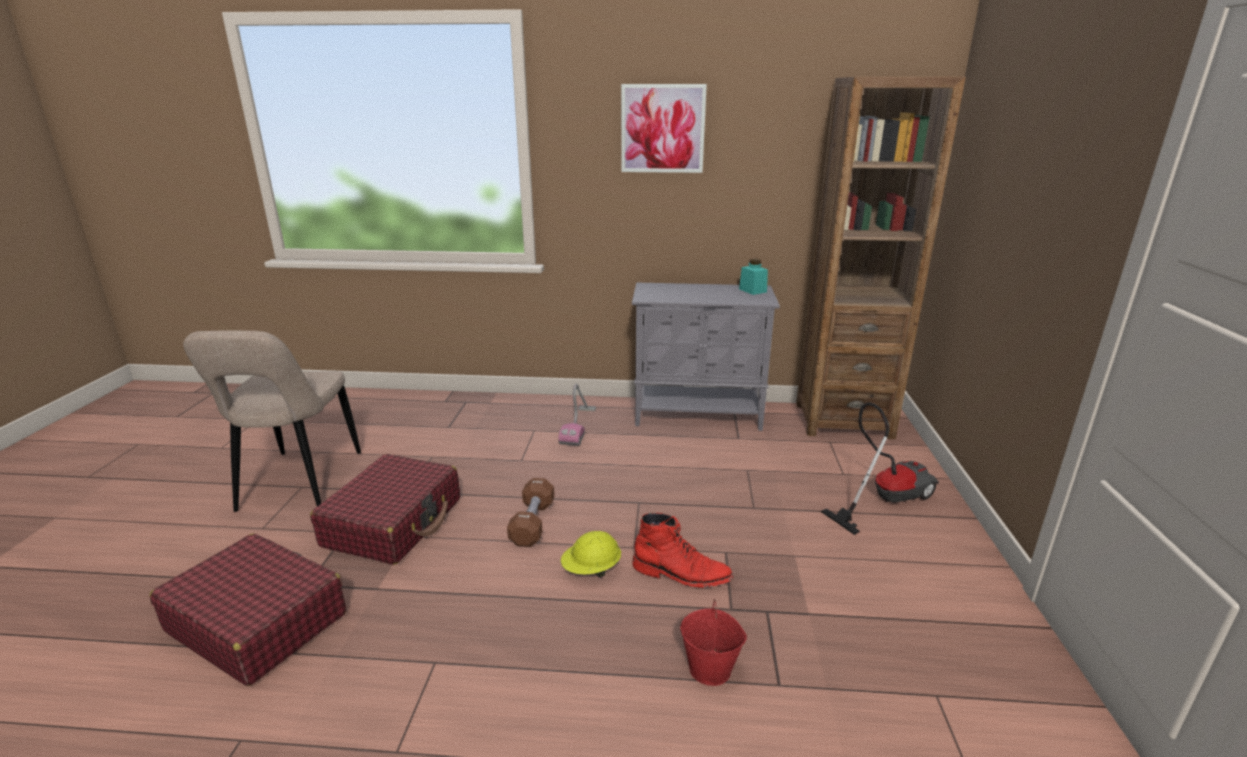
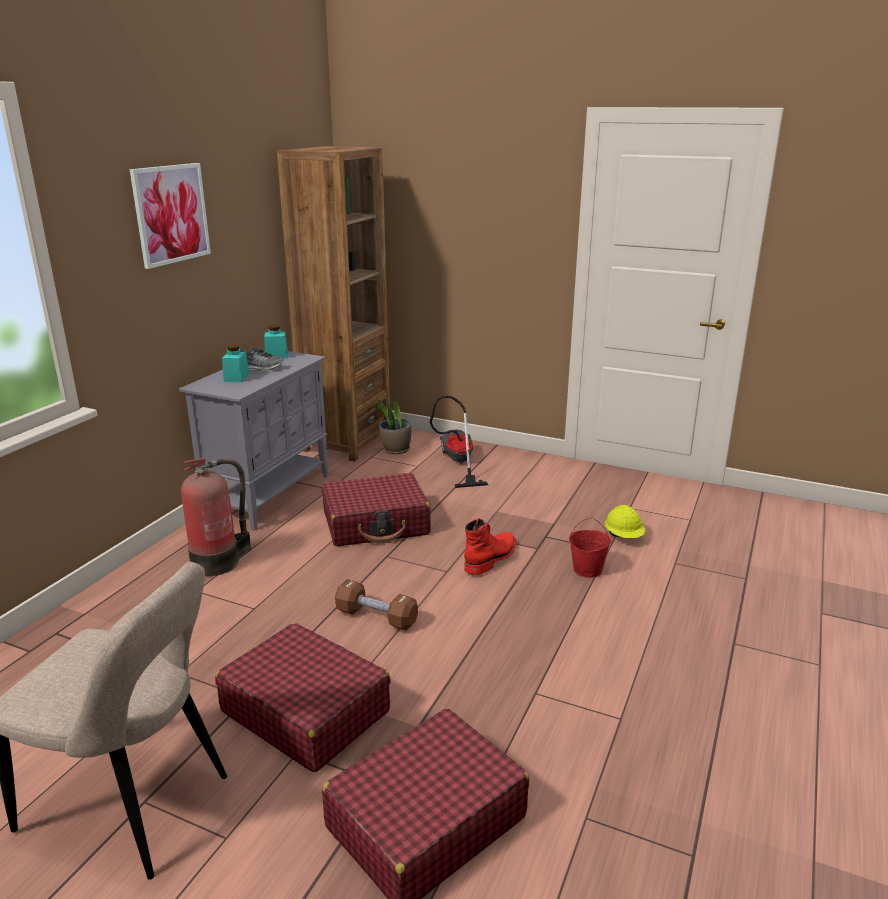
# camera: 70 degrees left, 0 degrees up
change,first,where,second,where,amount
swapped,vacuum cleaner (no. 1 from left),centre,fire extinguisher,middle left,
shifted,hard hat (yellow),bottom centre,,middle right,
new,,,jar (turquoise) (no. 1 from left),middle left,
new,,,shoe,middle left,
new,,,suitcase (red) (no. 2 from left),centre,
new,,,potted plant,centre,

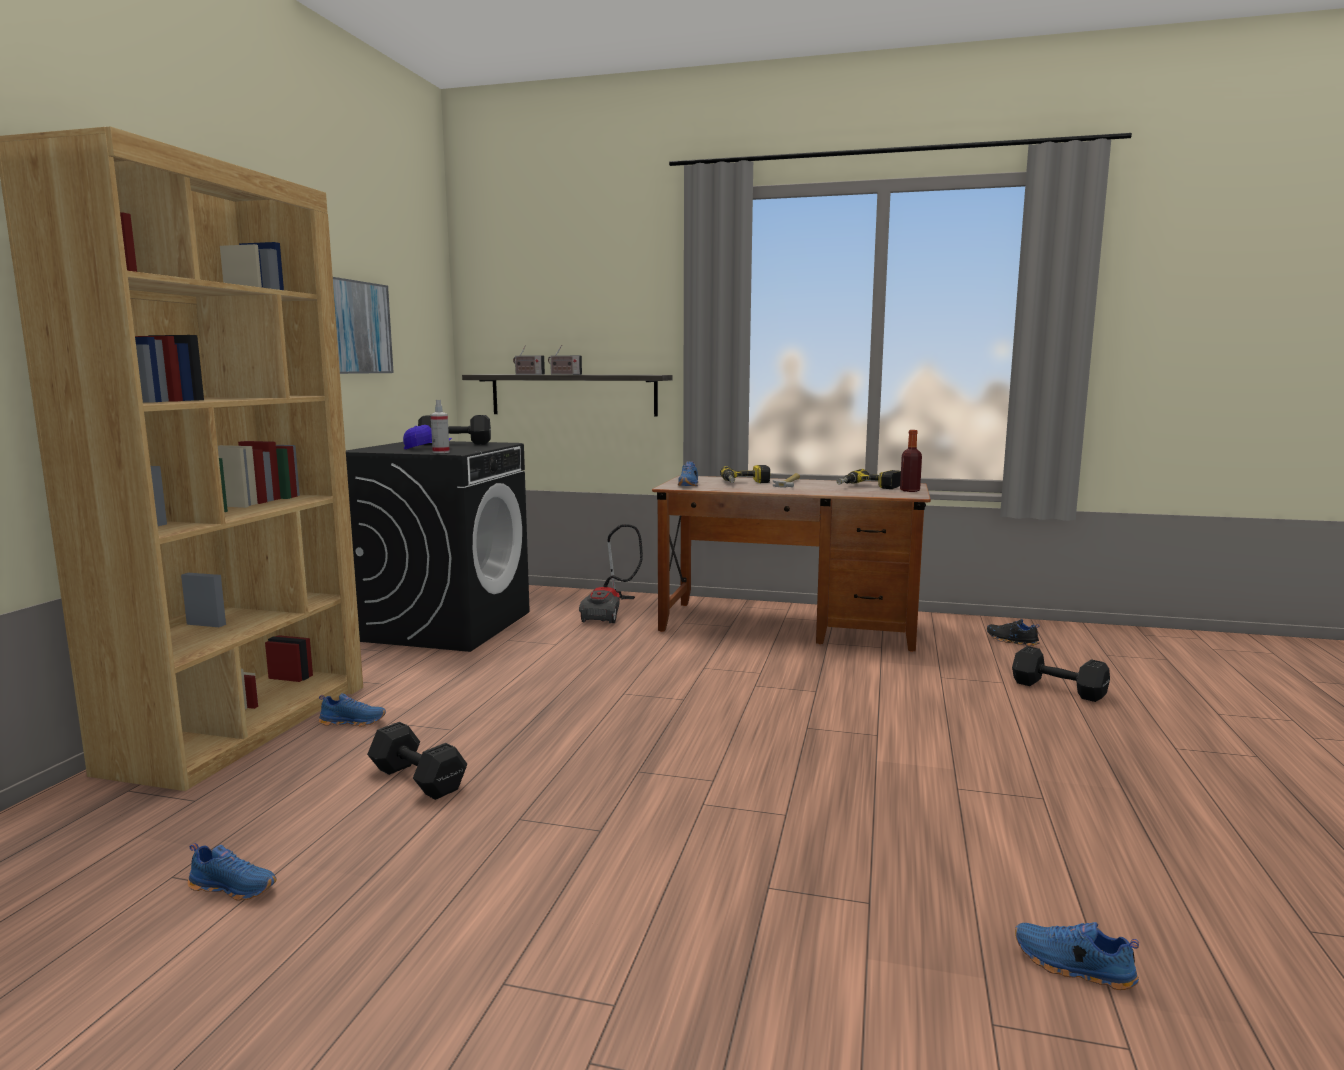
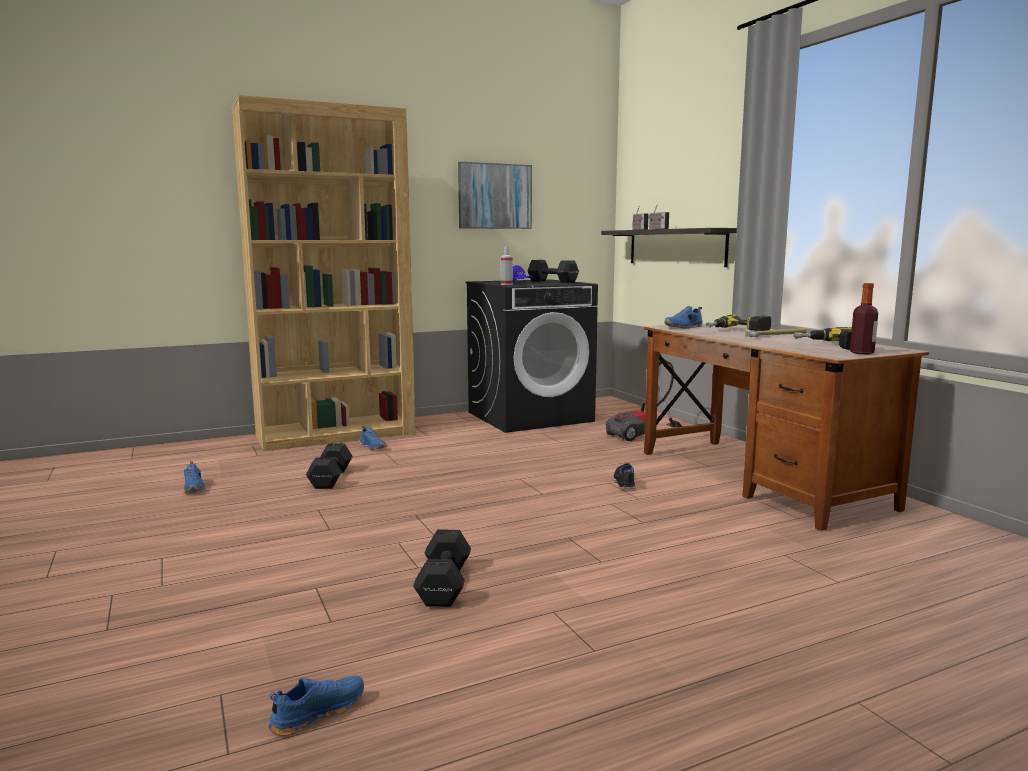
# camera: 50 degrees right, 0 degrees up
change,first,where,second,where,amount
shifted,shoe (black),middle right,,centre,
shifted,dumbbell (black) (no. 3 from left in the first image),middle right,dumbbell (black) (no. 2 from left),bottom centre,
rotated,shoe (blue) (no. 4 from left in the first image),bottom right,shoe (blue) (no. 2 from left),bottom left,60 degrees clockwise

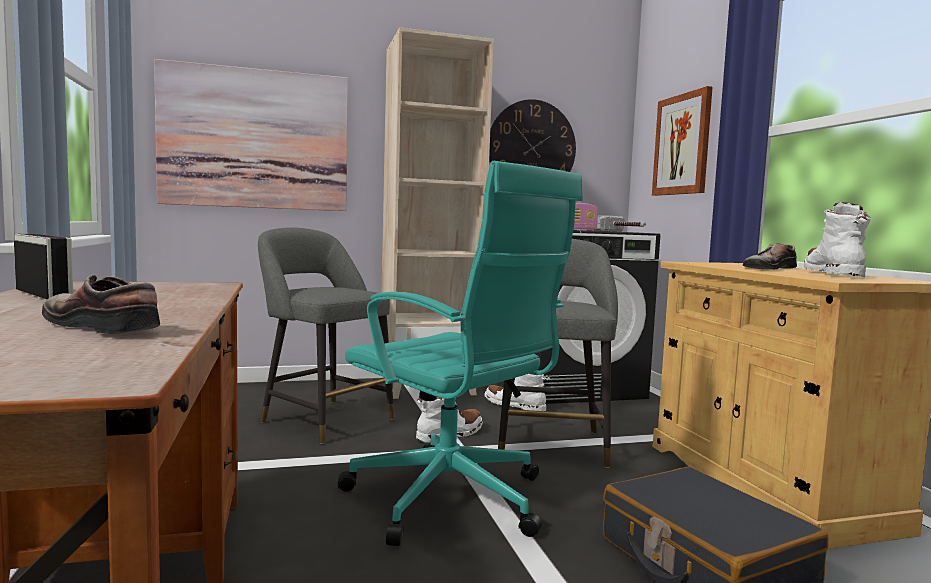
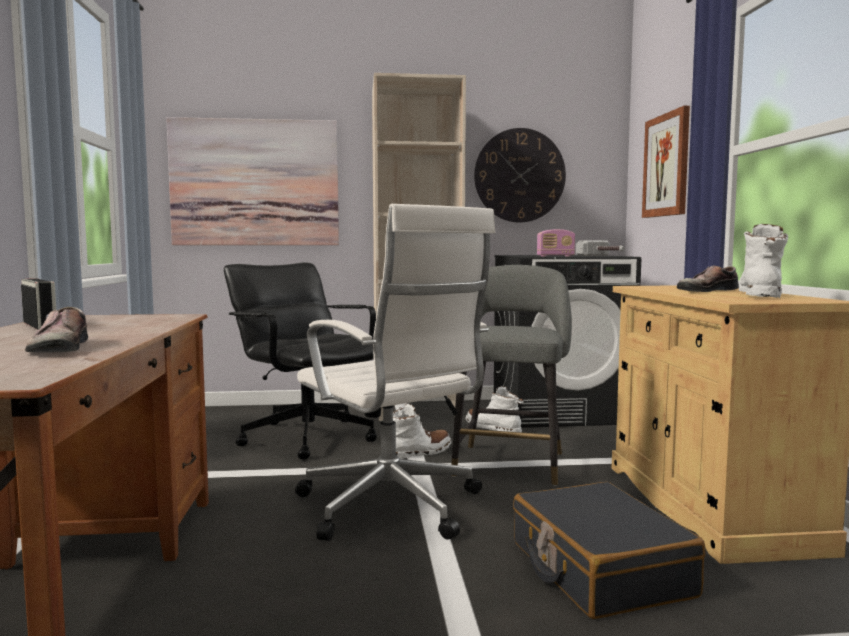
# camera: 10 degrees right, 0 degrees up
change,first,where,second,where,amount
rotated,shoe (no. 1 from left),middle left,,middle left,150 degrees counterclockwise
swapped,stool (grey) (no. 1 from left),centre,office chair (black),centre,
repainted,office chair (turquoise),centre,office chair (white),centre,

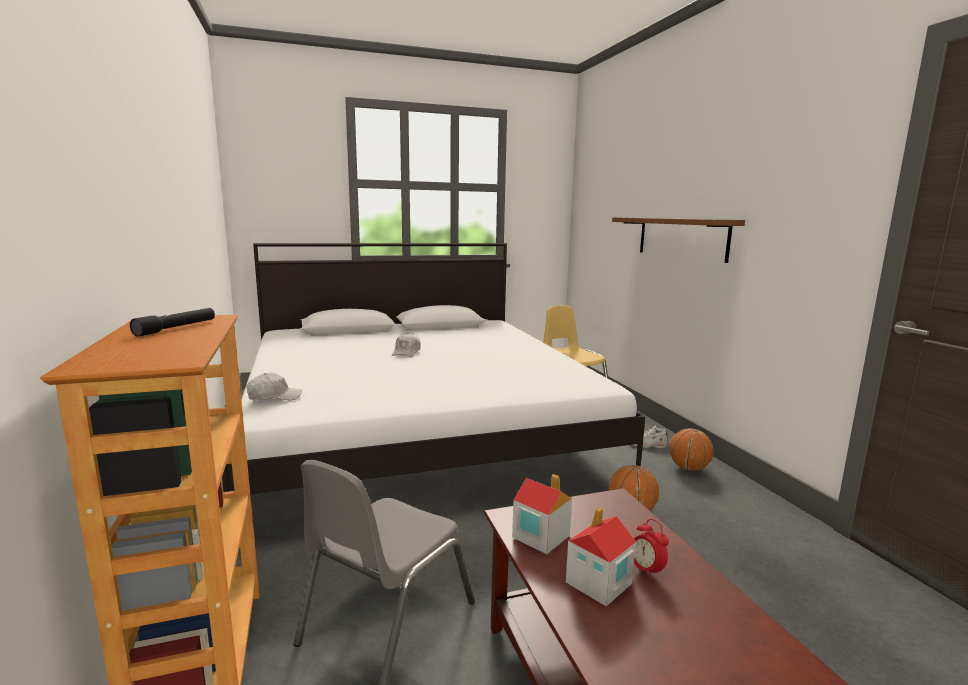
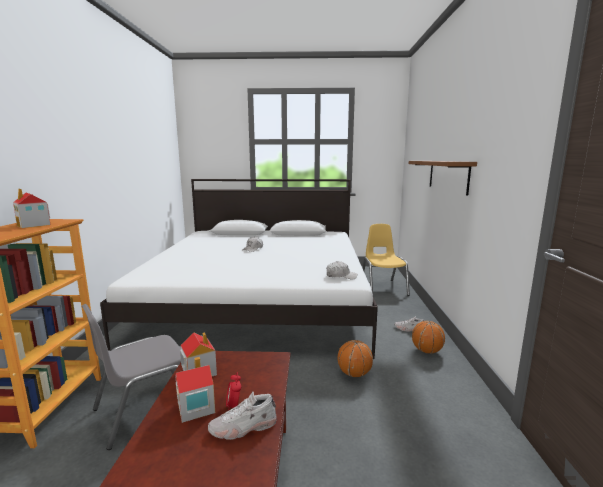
# camera: 20 degrees right, 0 degrees up
change,first,where,second,where,amount
swapped,flashlight (black),middle left,toy house (no. 1 from left),middle left,
shifted,cap (white) (no. 1 from left in the first image),middle left,cap (white) (no. 2 from left),centre,
new,,,shoe (white) (no. 1 from left),bottom centre,

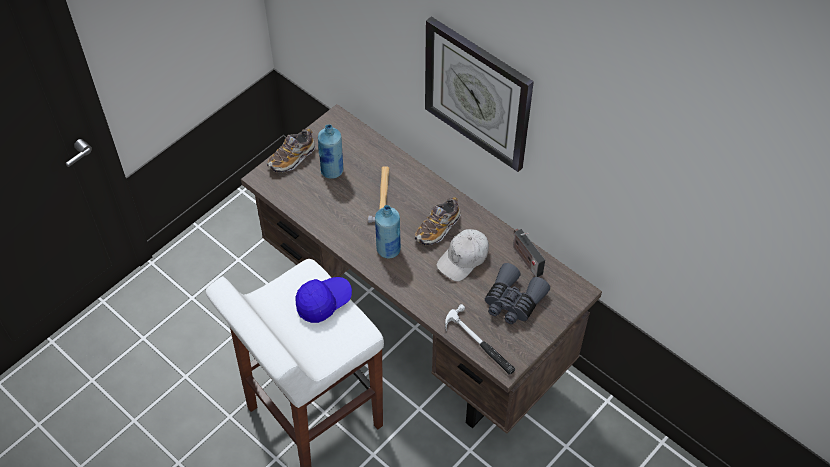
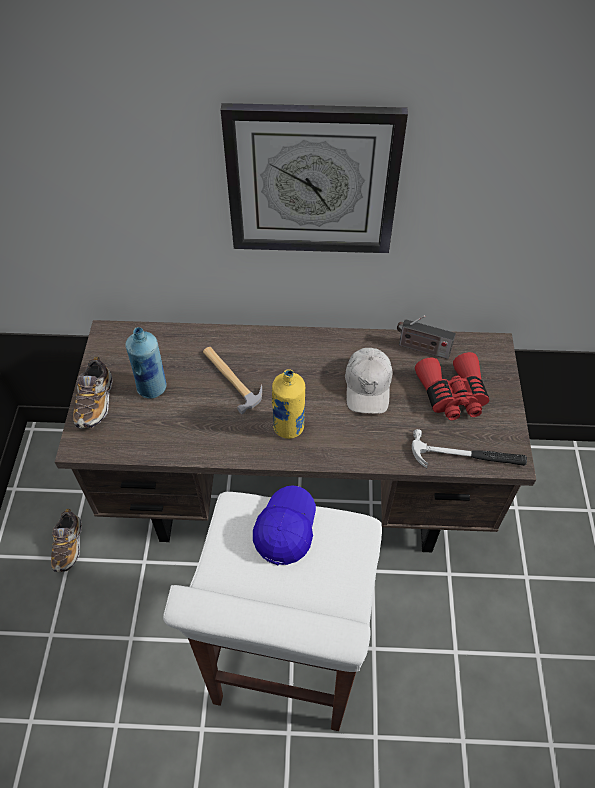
# camera: 40 degrees left, 0 degrees up
change,first,where,second,where,amount
repainted,bottle (blue) (no. 2 from left),centre,bottle (yellow),centre,
shifted,shoe (no. 2 from left in the first image),centre,shoe (no. 1 from left),bottom left,
repainted,binoculars (grey),centre,binoculars (red),middle right,

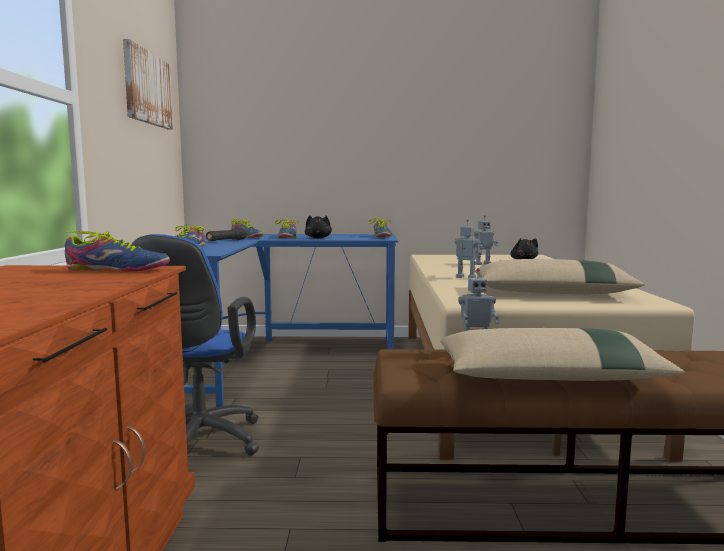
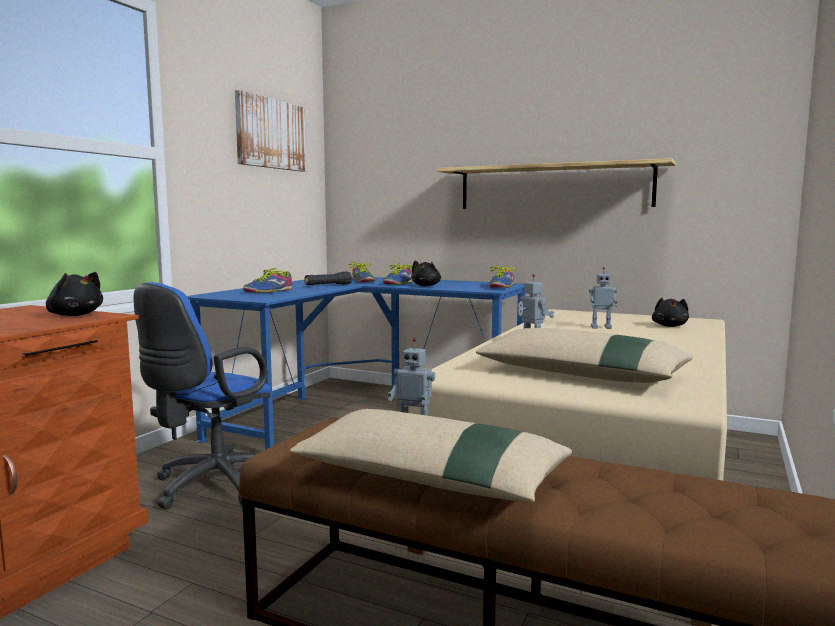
# camera: 25 degrees right, 0 degrees up
change,first,where,second,where,amount
swapped,shoe (no. 1 from left),middle left,plush toy (black) (no. 1 from left),middle left,
new,,,shelf,top centre,

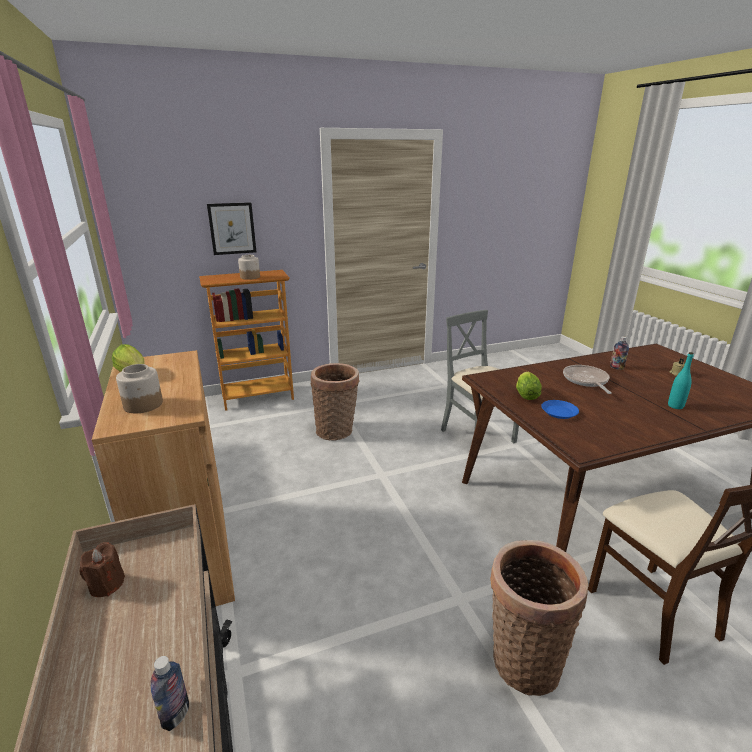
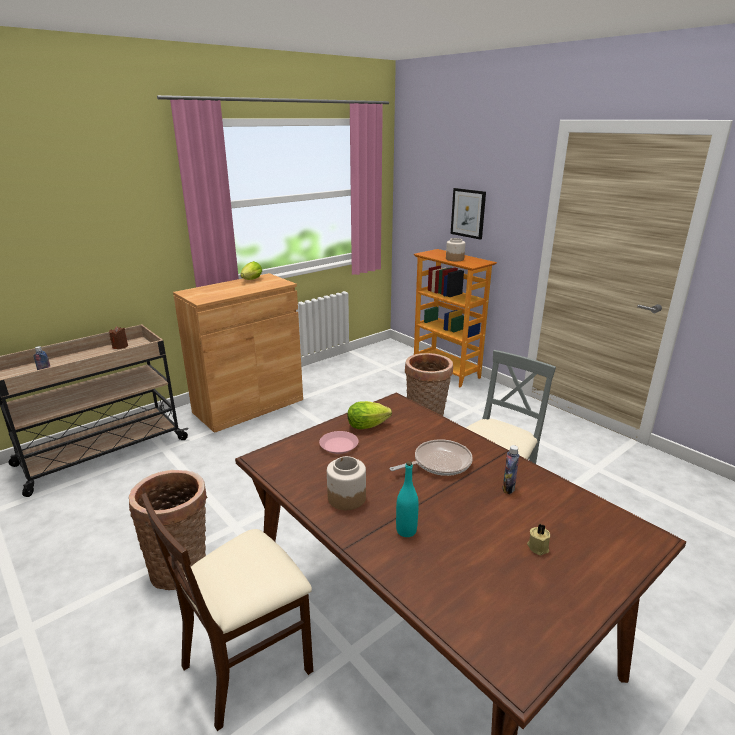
# camera: 70 degrees right, 0 degrees up
change,first,where,second,where,amount
shifted,jar (no. 1 from left),middle left,,centre,
repainted,plate (blue),middle right,plate (pink),centre,

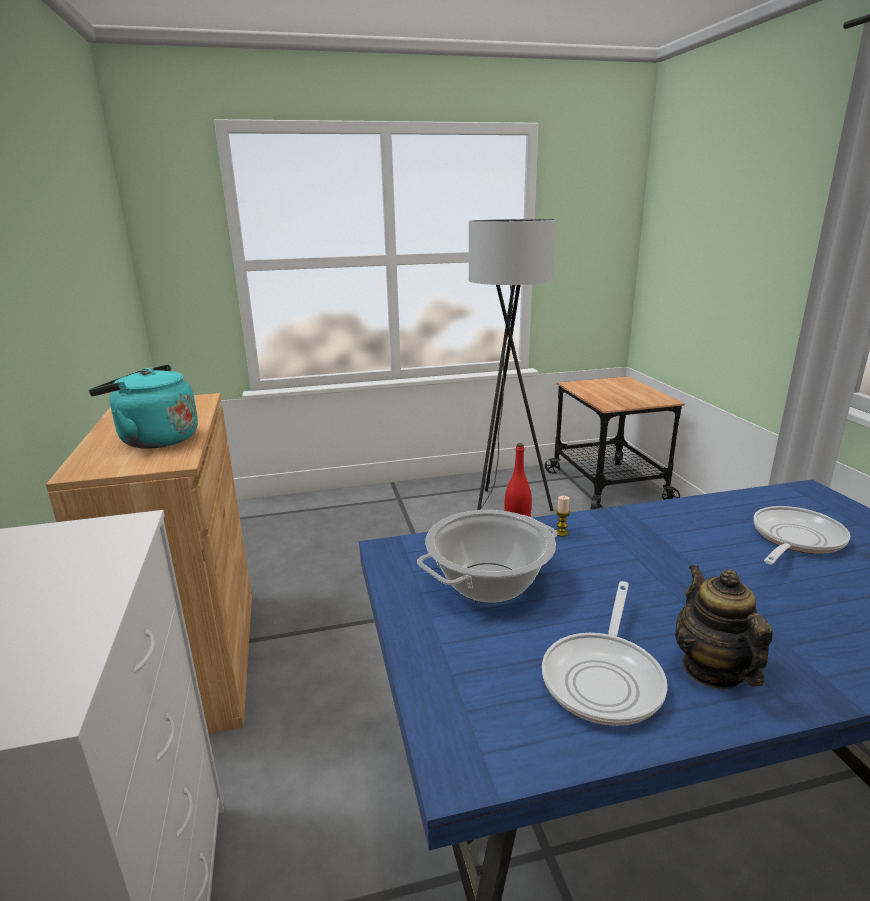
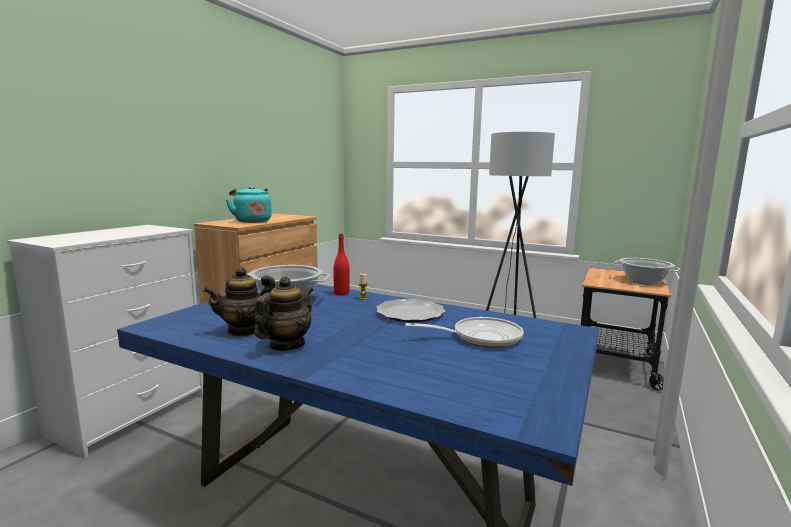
# camera: 40 degrees right, 10 degrees down
change,first,where,second,where,amount
swapped,frying pan (no. 1 from left),bottom right,teapot (no. 1 from left),middle left,
new,,,plate,centre,
new,,,cooking pot (no. 2 from left),middle right,

